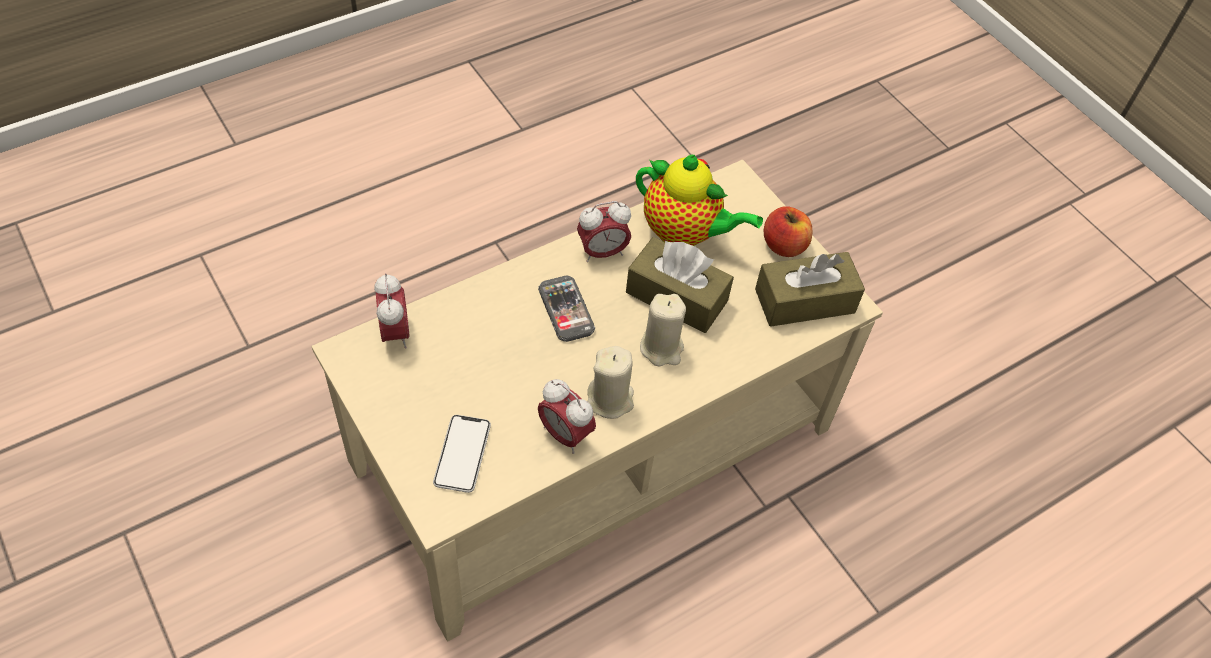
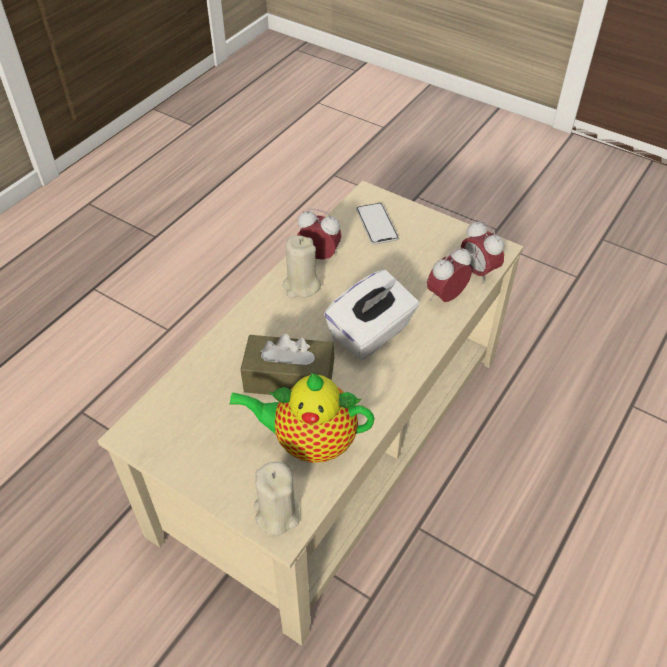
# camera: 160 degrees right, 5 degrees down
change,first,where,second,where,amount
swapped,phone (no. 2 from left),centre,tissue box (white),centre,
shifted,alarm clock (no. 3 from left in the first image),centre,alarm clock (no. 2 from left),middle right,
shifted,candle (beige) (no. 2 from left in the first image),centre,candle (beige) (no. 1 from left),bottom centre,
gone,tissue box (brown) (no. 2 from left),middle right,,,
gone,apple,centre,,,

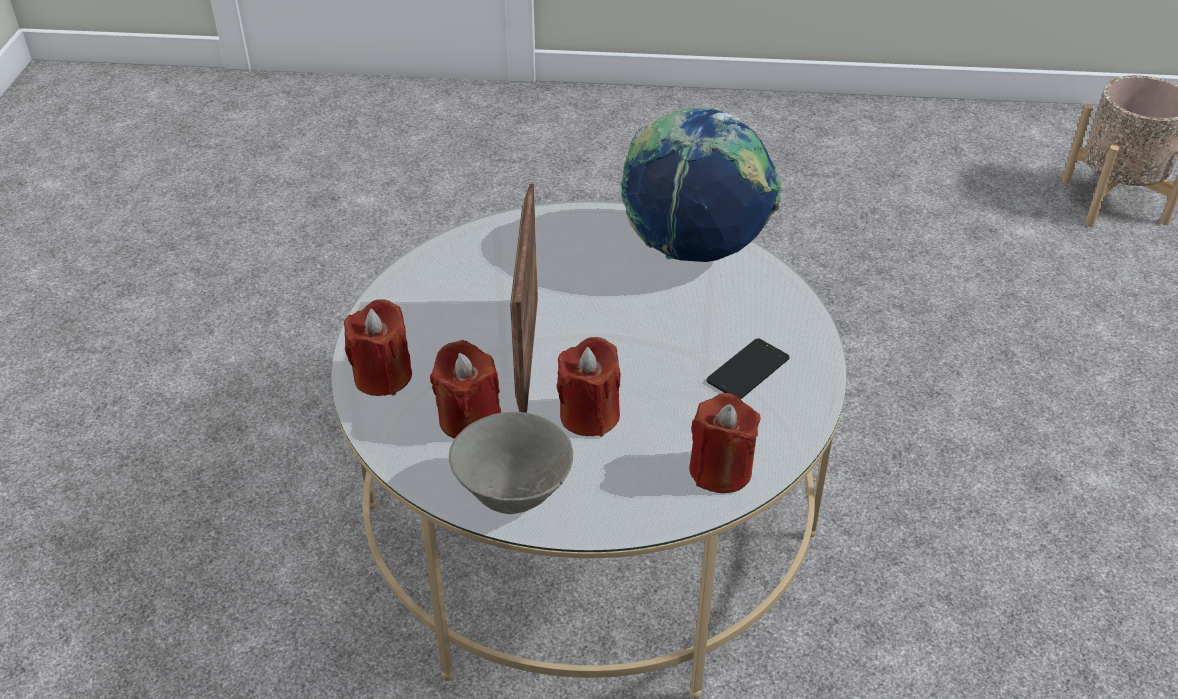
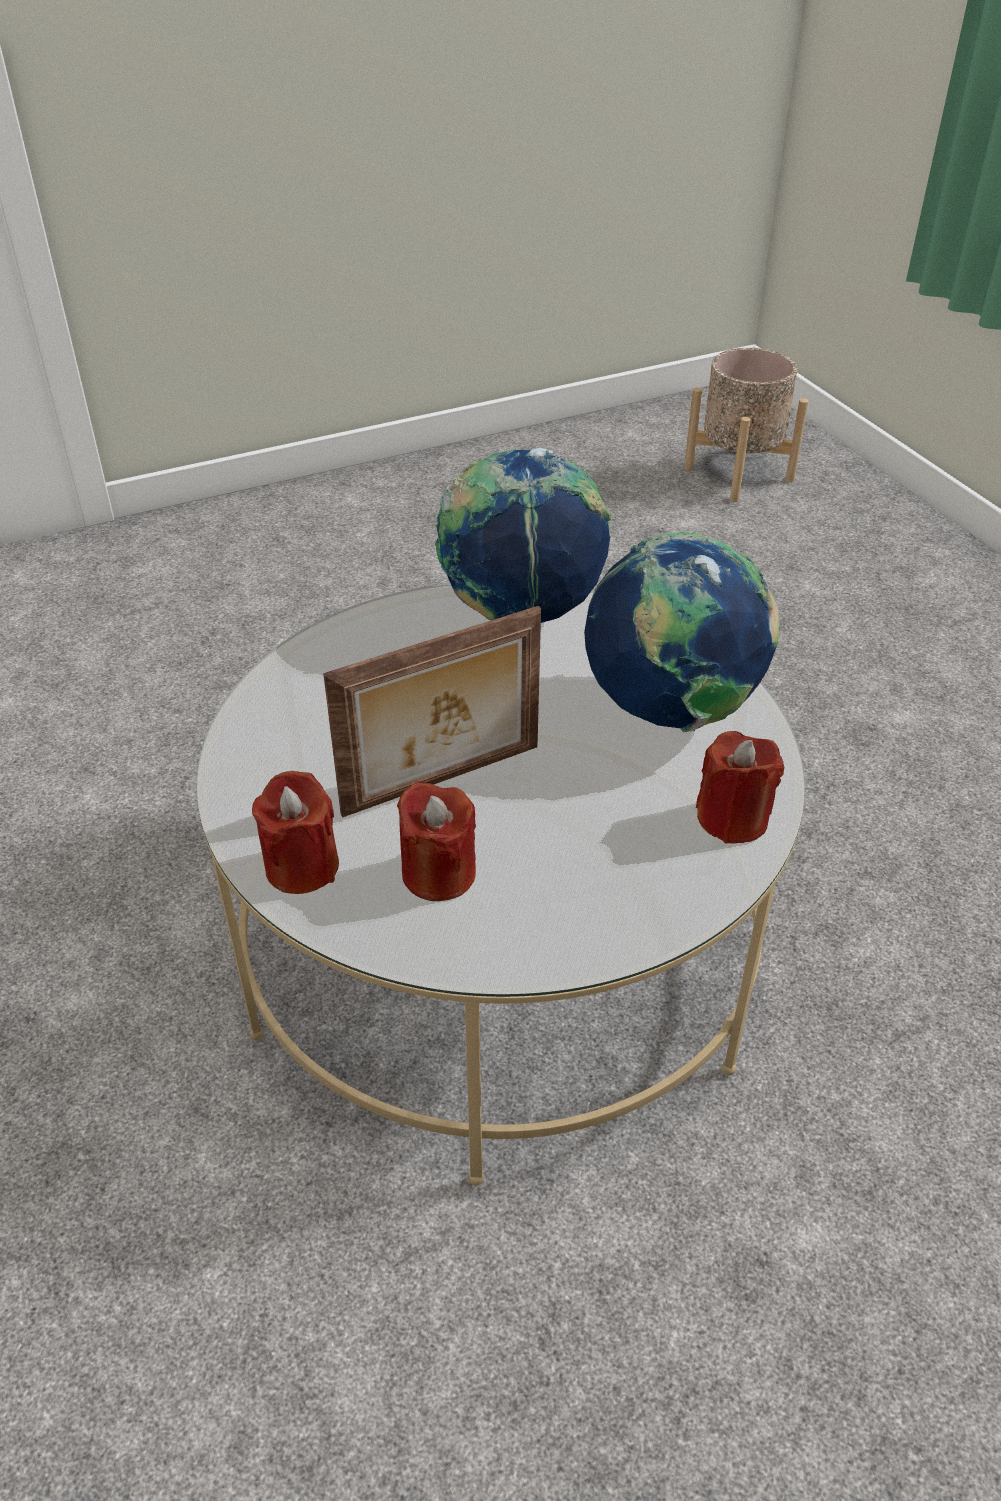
# camera: 30 degrees left, 0 degrees up
change,first,where,second,where,amount
gone,bowl (grey),centre,,,
rotated,picture frame,centre,,centre,90 degrees counterclockwise
gone,candle (red) (no. 3 from left),centre,,,
swapped,phone,centre,globe (no. 2 from left),middle right,

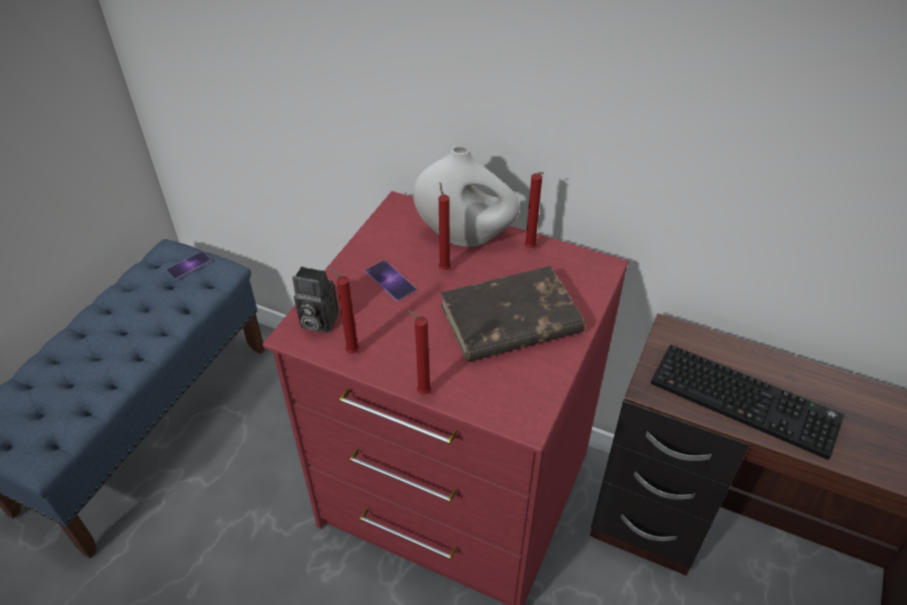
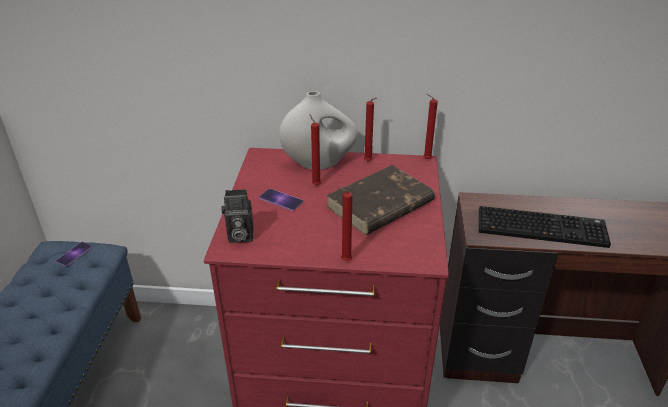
# camera: 20 degrees left, 10 degrees down
change,first,where,second,where,amount
shifted,candle (red) (no. 1 from left in the first image),centre,candle (red) (no. 4 from left),top centre,

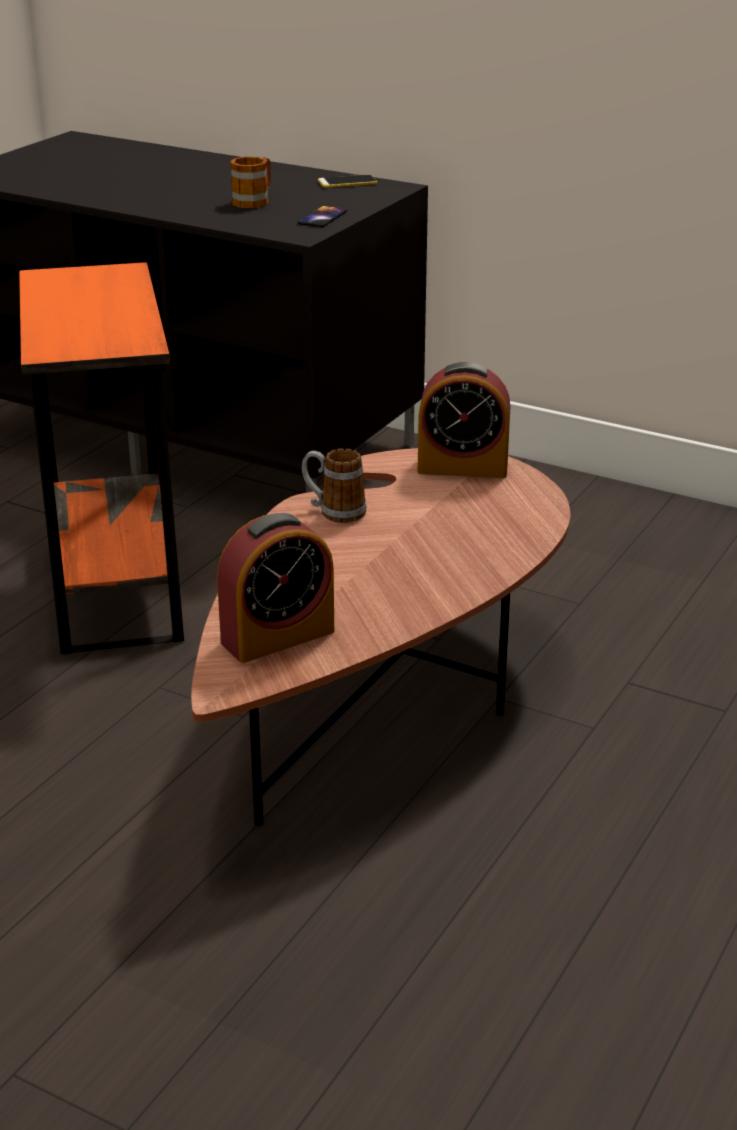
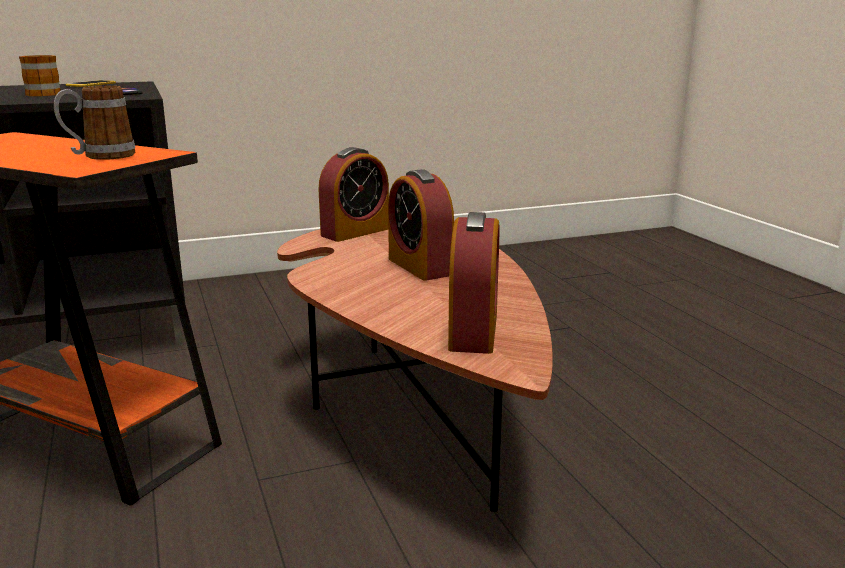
# camera: 50 degrees left, 10 degrees down
change,first,where,second,where,amount
shifted,mug (no. 2 from left),centre,,top left,
new,,,alarm clock (no. 2 from left),centre,

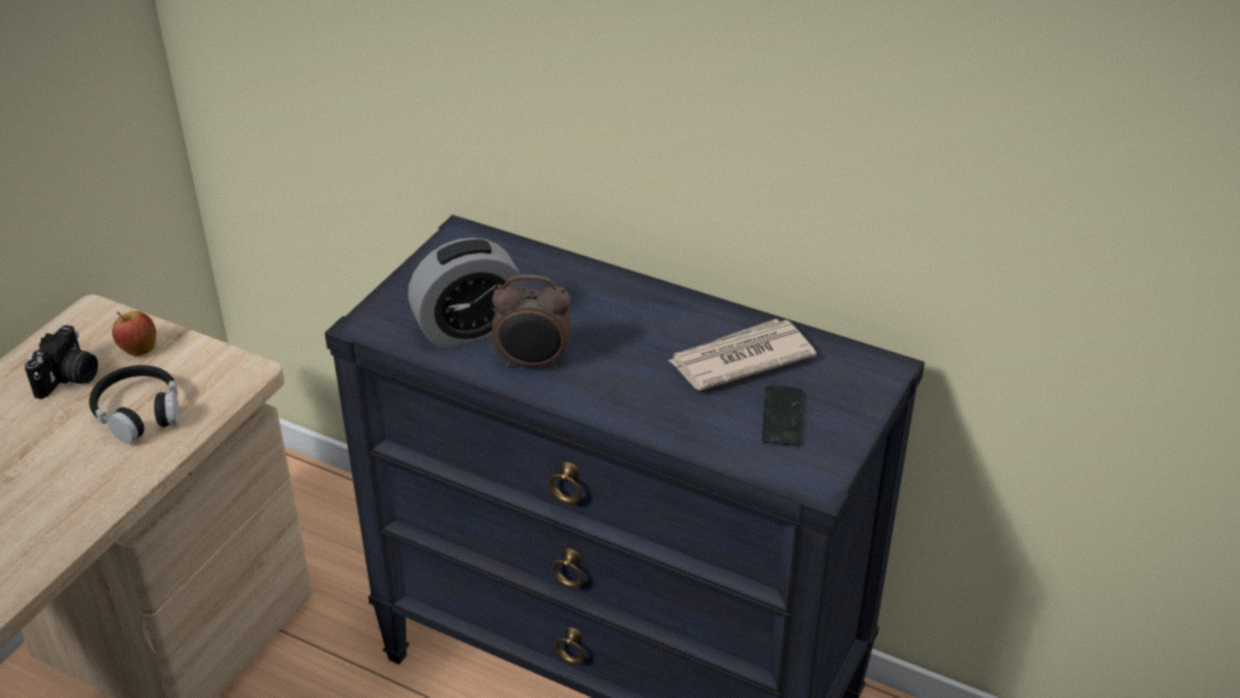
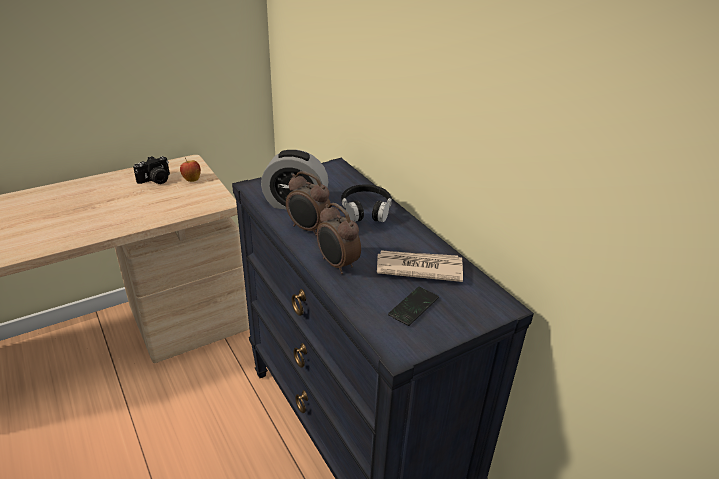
# camera: 30 degrees right, 5 degrees down
change,first,where,second,where,amount
shifted,headphones (black),middle left,,centre,
new,,,alarm clock (no. 3 from left),centre,

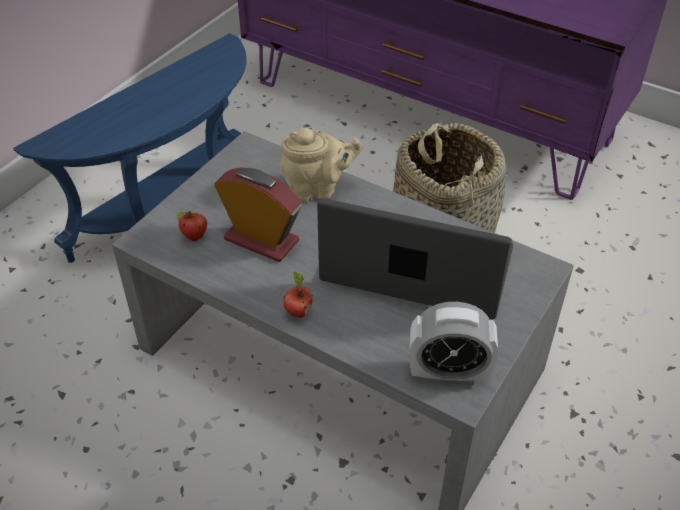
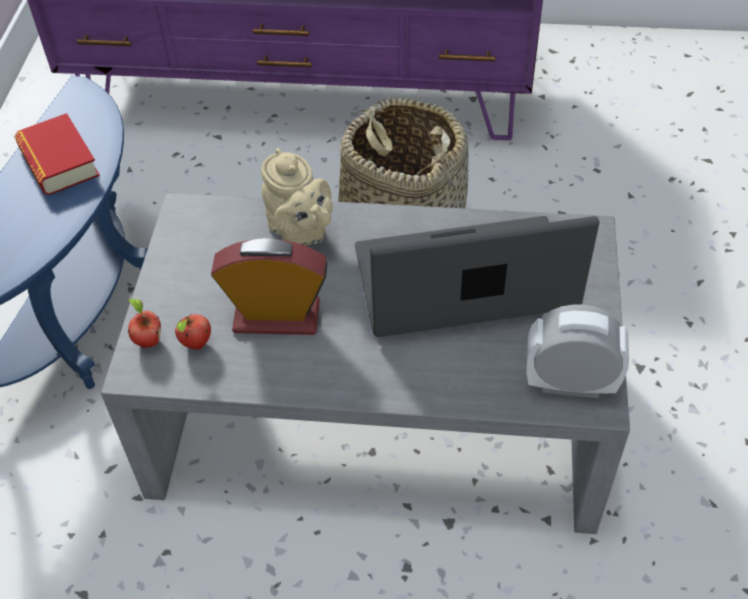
# camera: 25 degrees left, 5 degrees up
change,first,where,second,where,amount
rotated,teapot (beige),top centre,,top centre,90 degrees clockwise
shifted,apple (no. 2 from left in the first image),centre,apple (no. 1 from left),middle left,
rotated,alarm clock (no. 2 from left),bottom centre,,middle right,150 degrees counterclockwise
new,,,book,top left,

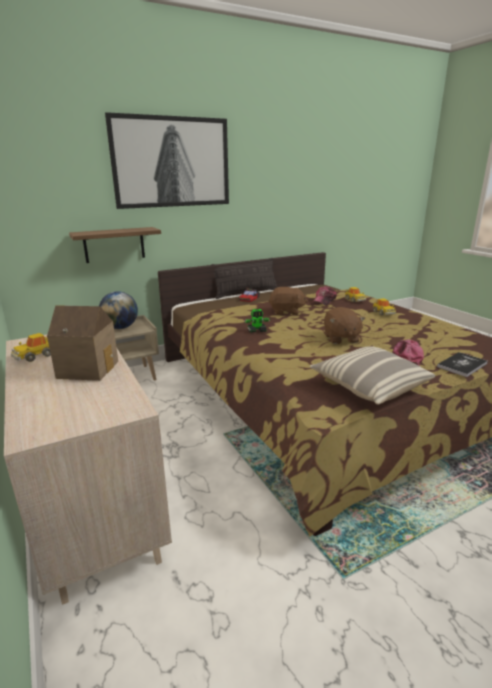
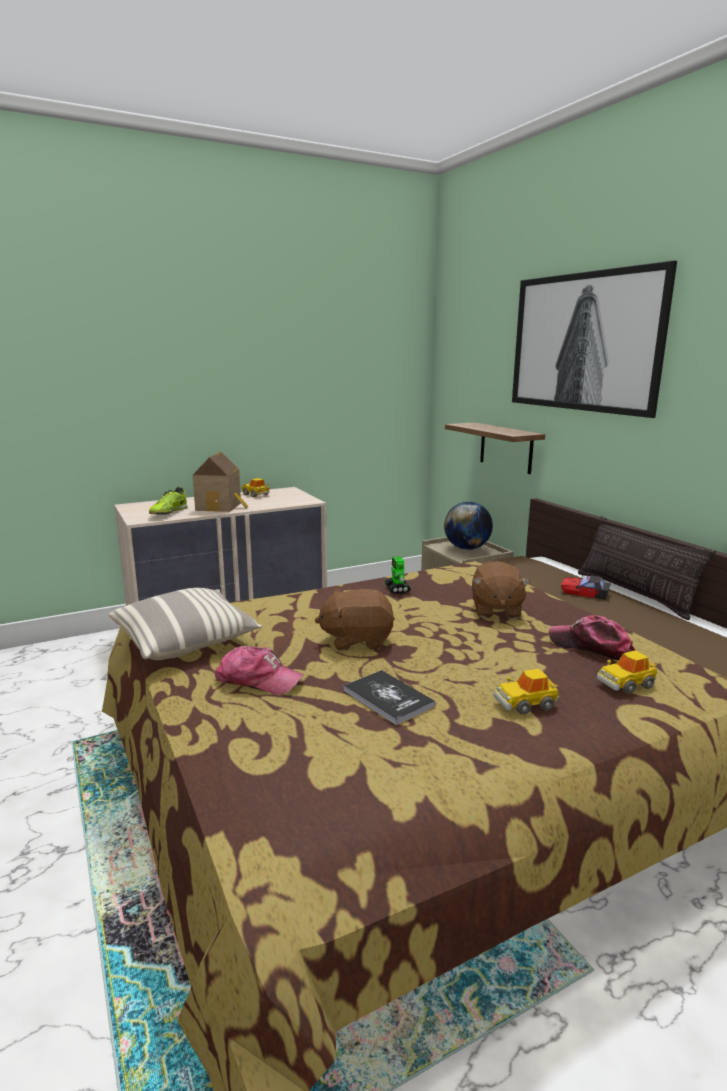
# camera: 90 degrees right, 5 degrees down
change,first,where,second,where,amount
shifted,book,middle right,,centre,
new,,,shoe,middle left,

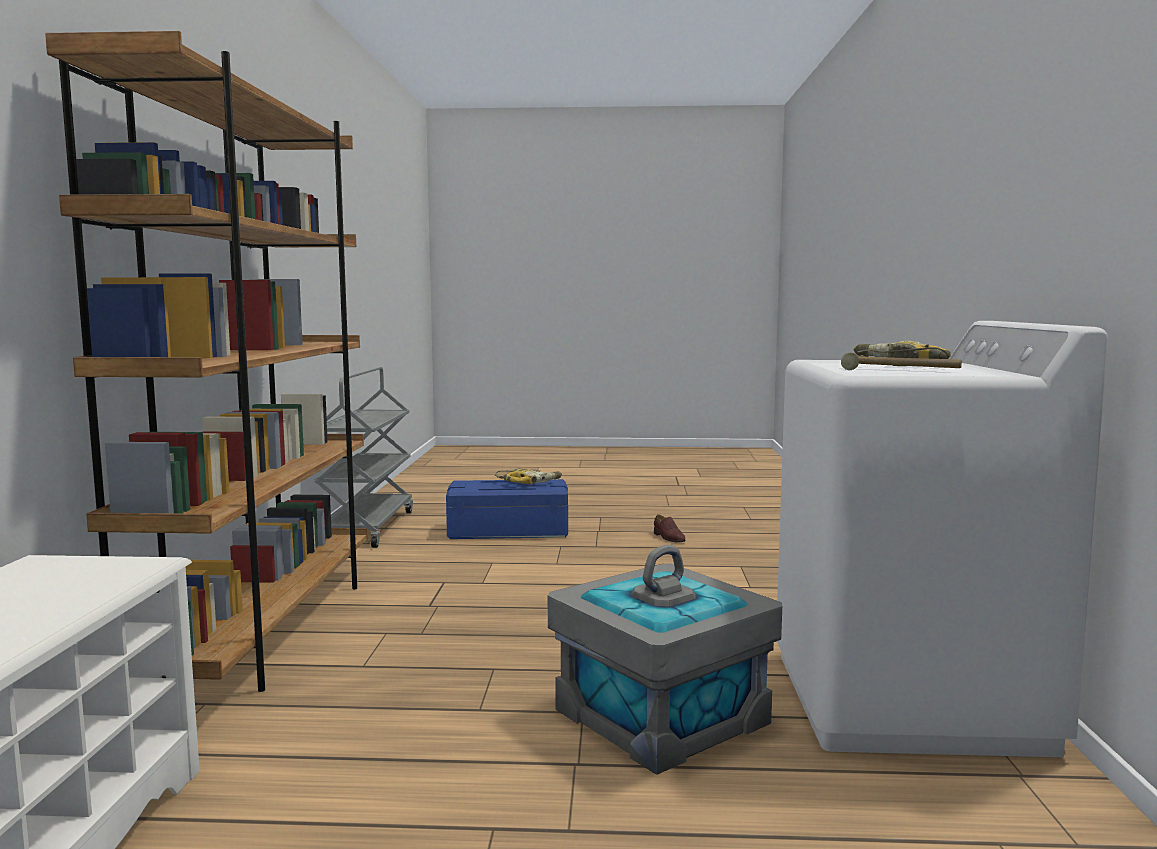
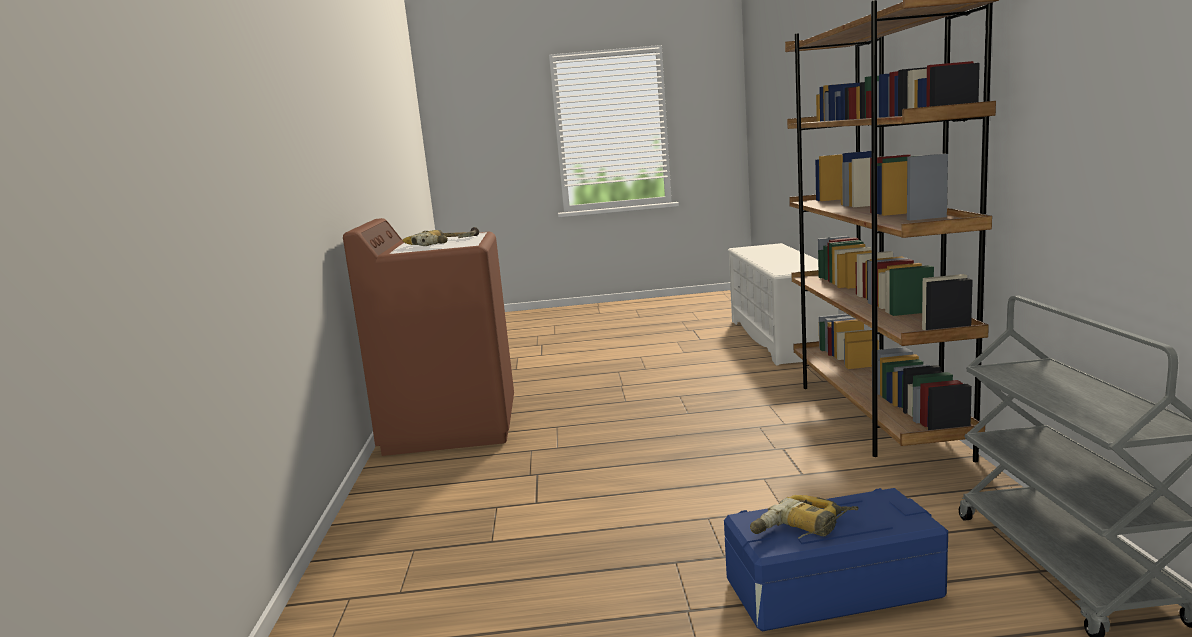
# camera: 175 degrees right, 5 degrees up
change,first,where,second,where,amount
gone,storage box (grey),bottom centre,,,
gone,shoe (brown),centre,,,
repainted,washing machine (white),middle right,washing machine (brown),centre,

